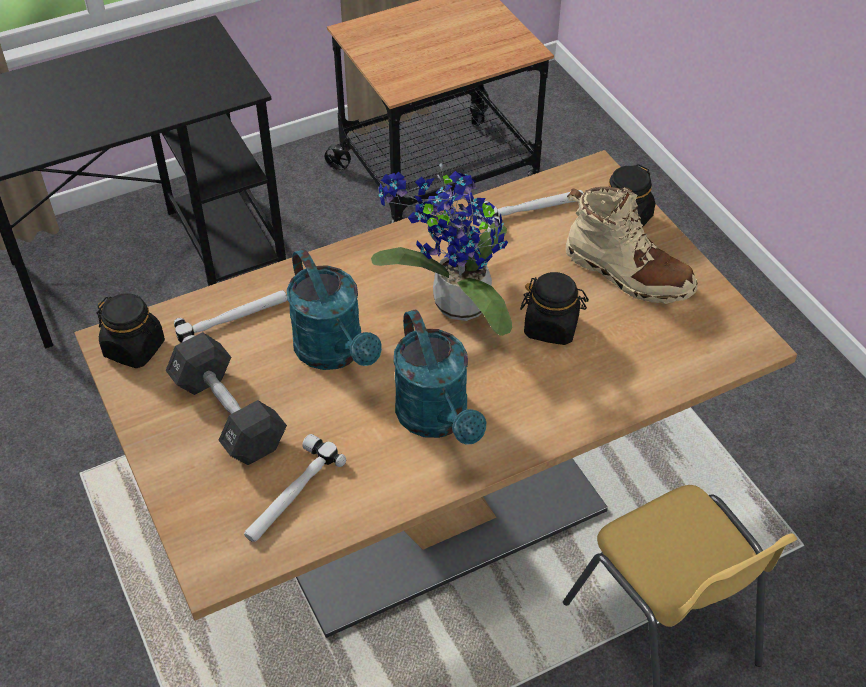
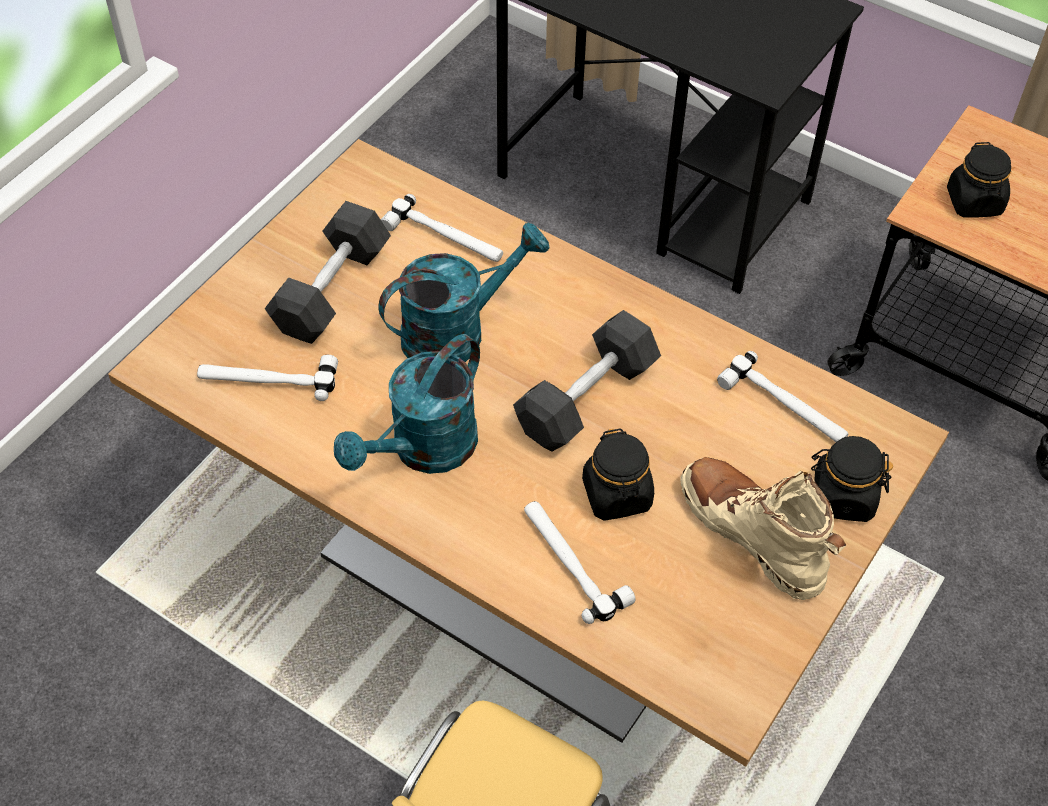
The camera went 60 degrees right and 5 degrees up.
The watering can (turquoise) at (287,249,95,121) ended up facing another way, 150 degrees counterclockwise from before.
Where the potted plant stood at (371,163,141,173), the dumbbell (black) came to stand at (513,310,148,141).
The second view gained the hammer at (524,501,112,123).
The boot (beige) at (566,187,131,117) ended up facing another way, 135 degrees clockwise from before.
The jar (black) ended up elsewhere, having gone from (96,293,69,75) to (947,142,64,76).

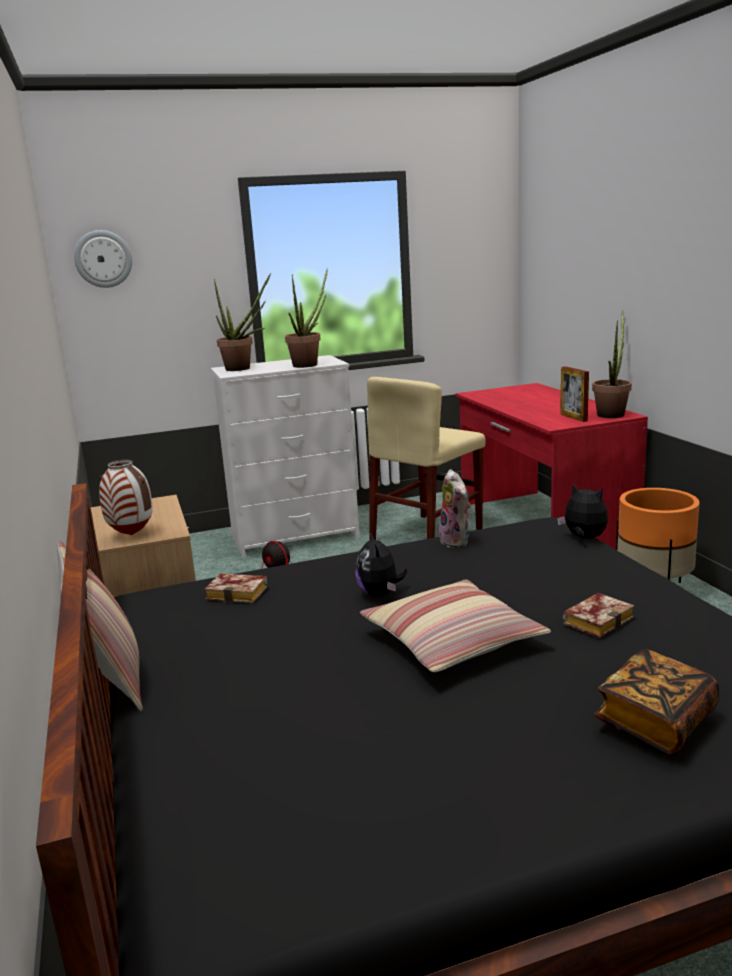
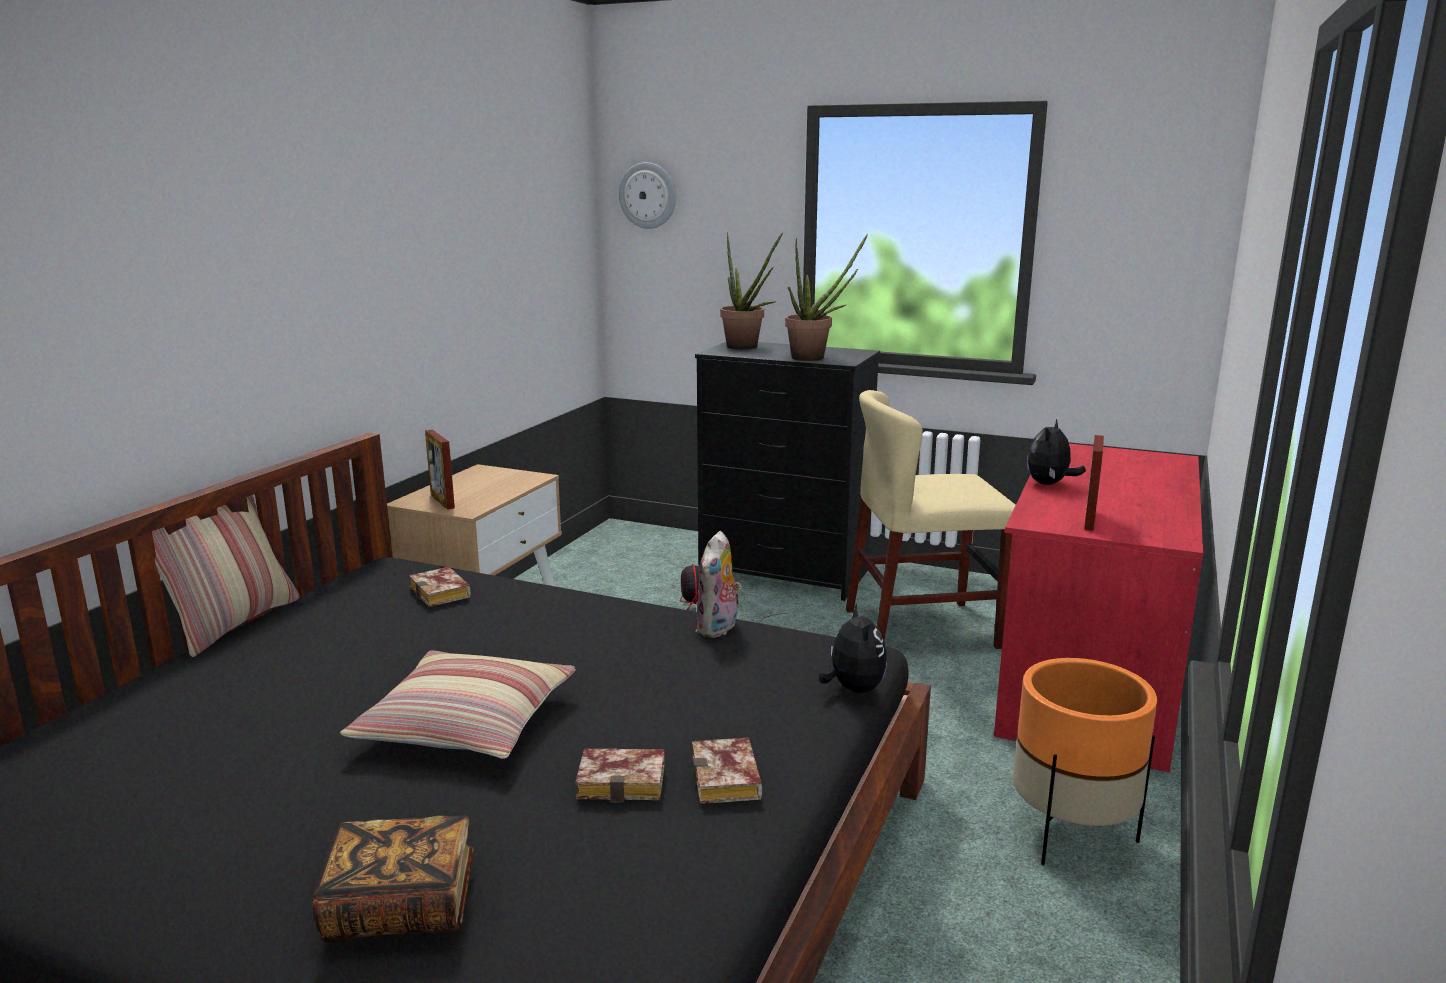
The camera went 40 degrees right and 0 degrees up.
Where the vase stood at (99,459,54,76), the picture frame came to stand at (425,430,30,80).
The second view gained the book at (692,738,70,66).
What was the dresser (white) at (211,355,149,203) turned into the dresser (black) at (695,342,185,259).
The plush toy ended up elsewhere, having gone from (355,531,52,66) to (1027,419,59,66).
The second view lost the potted plant at (592,311,40,107).

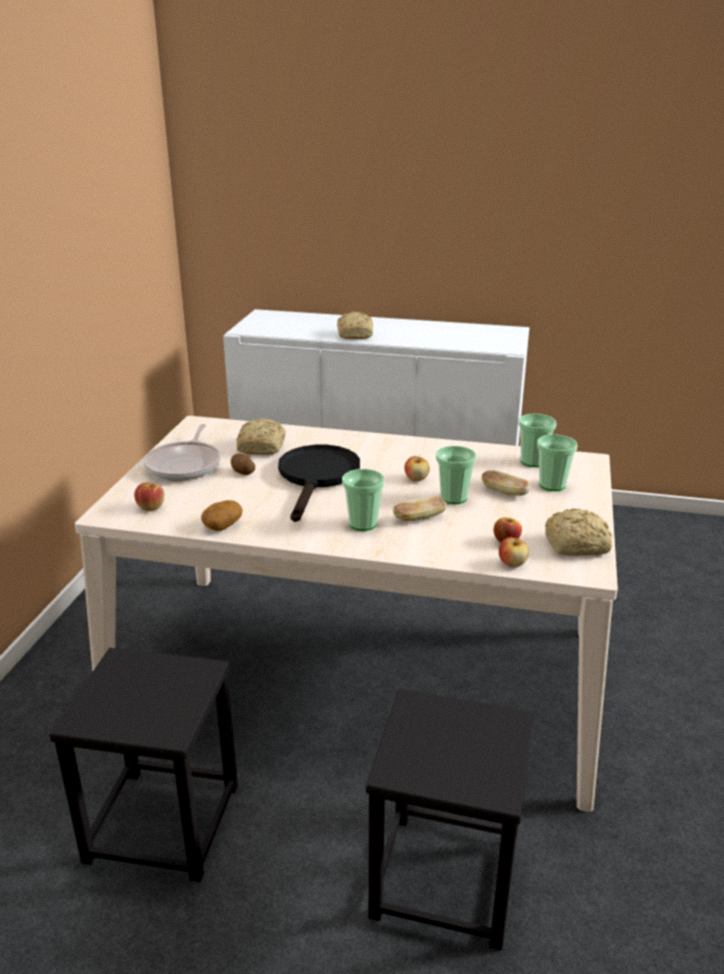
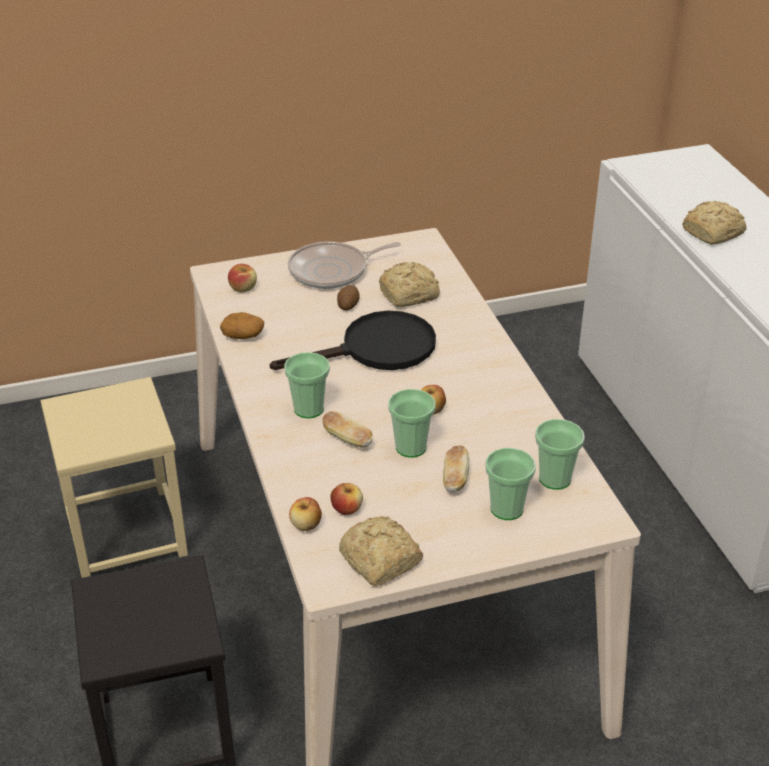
The camera went 60 degrees right and 10 degrees up.
What was the stool (black) at (49,648,189,234) turned into the stool (beige) at (41,377,147,201).

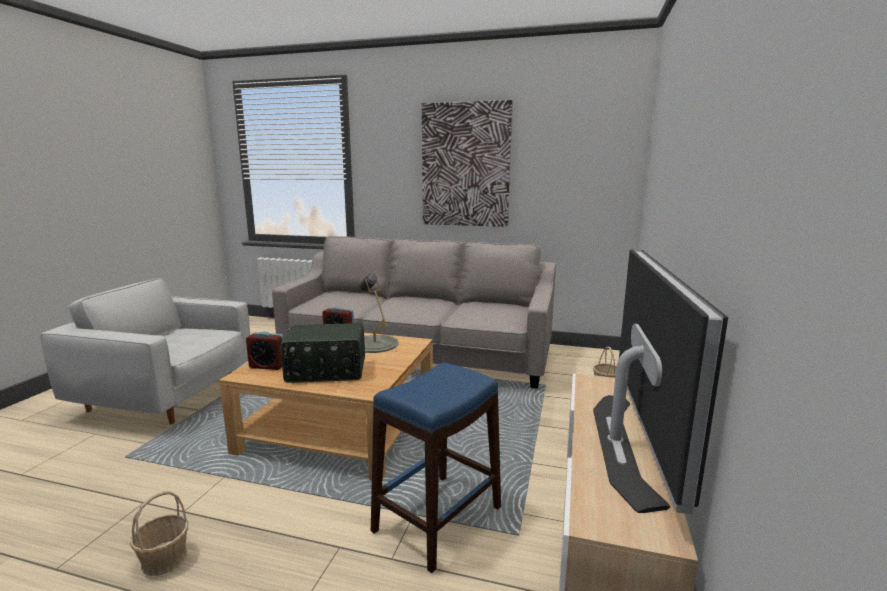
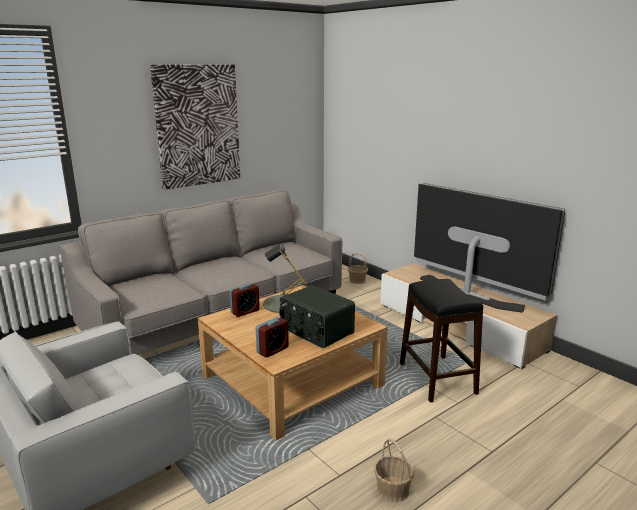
The camera went 55 degrees left and 5 degrees up.
The radio at (280,323,85,60) ended up facing another way, 105 degrees clockwise from before.
What was the stool (blue) at (371,363,130,210) turned into the stool (black) at (400,279,83,124).

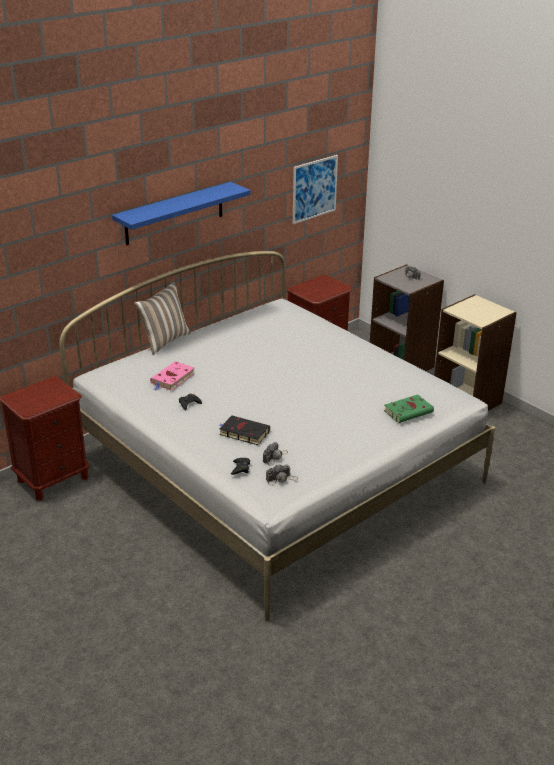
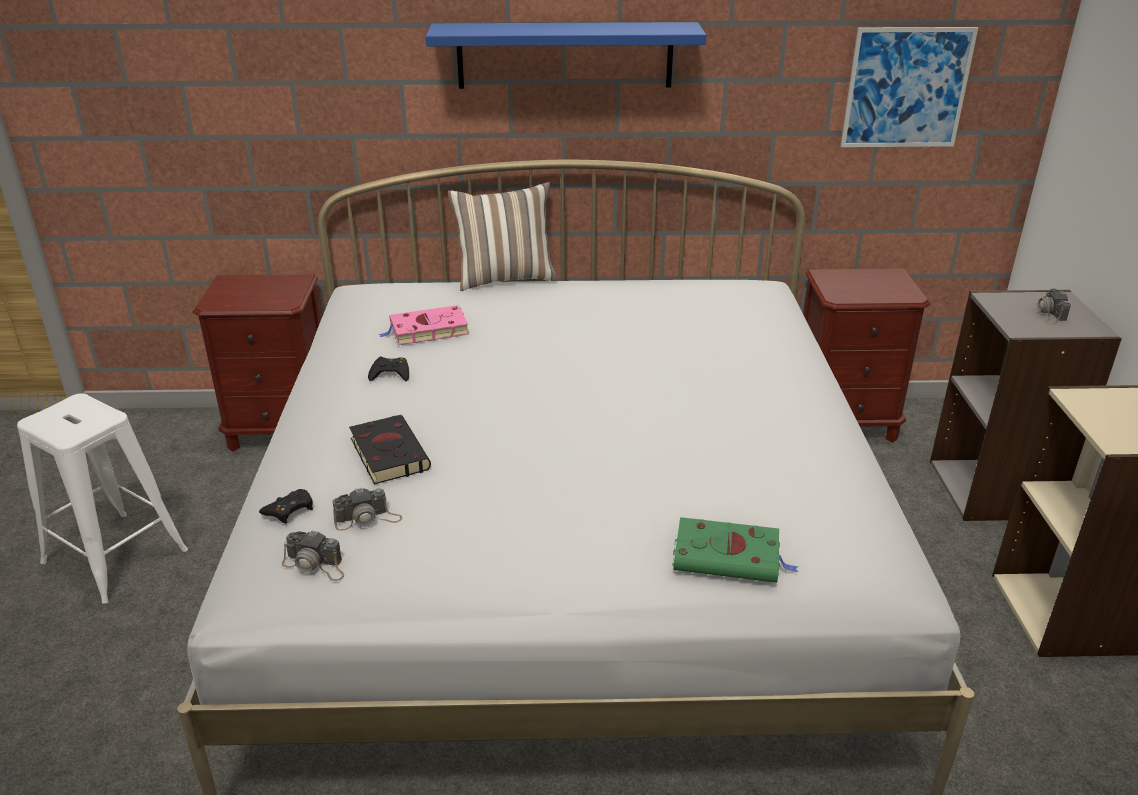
The camera went 40 degrees right and 0 degrees up.
The second view gained the stool (white) at (17,393,171,211).

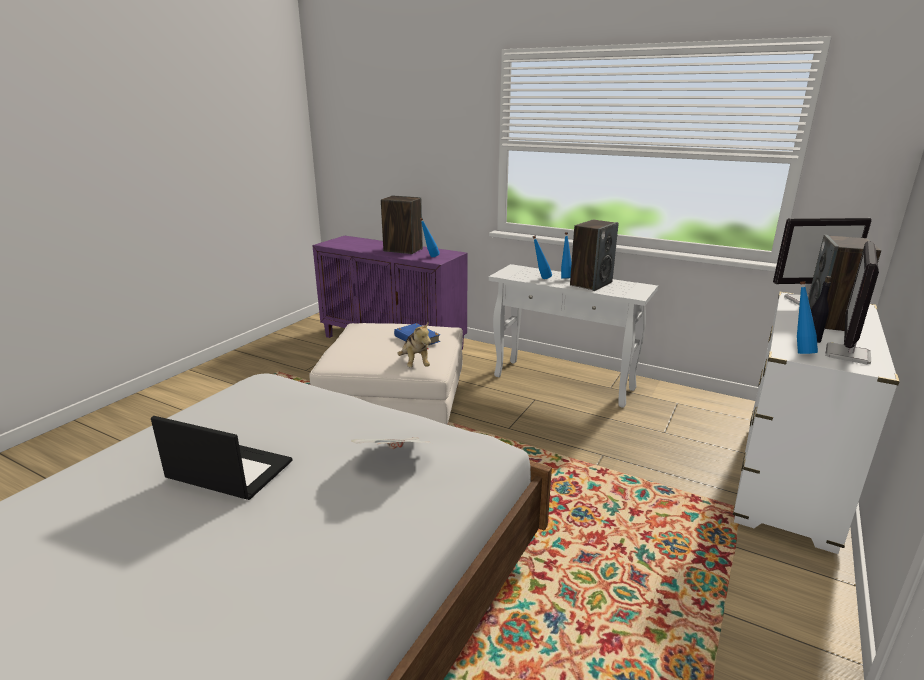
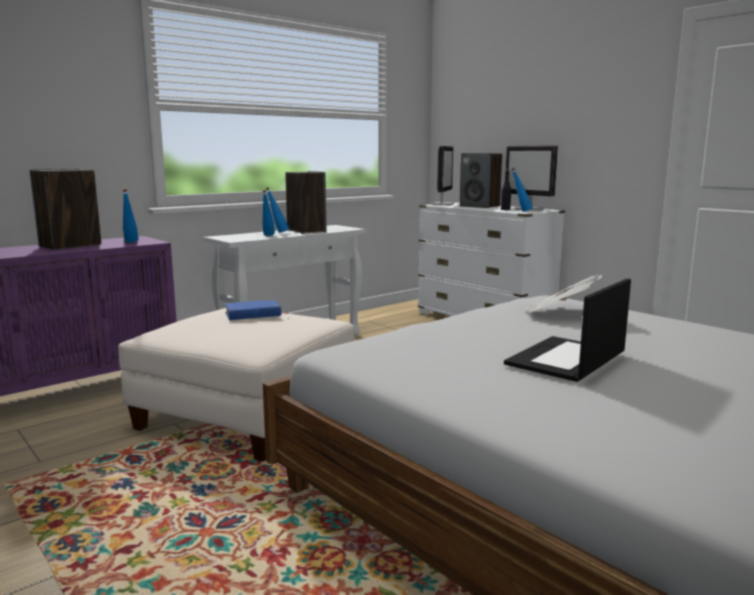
The camera went 70 degrees left and 10 degrees down.
The second view lost the plush toy at (397,321,34,46).

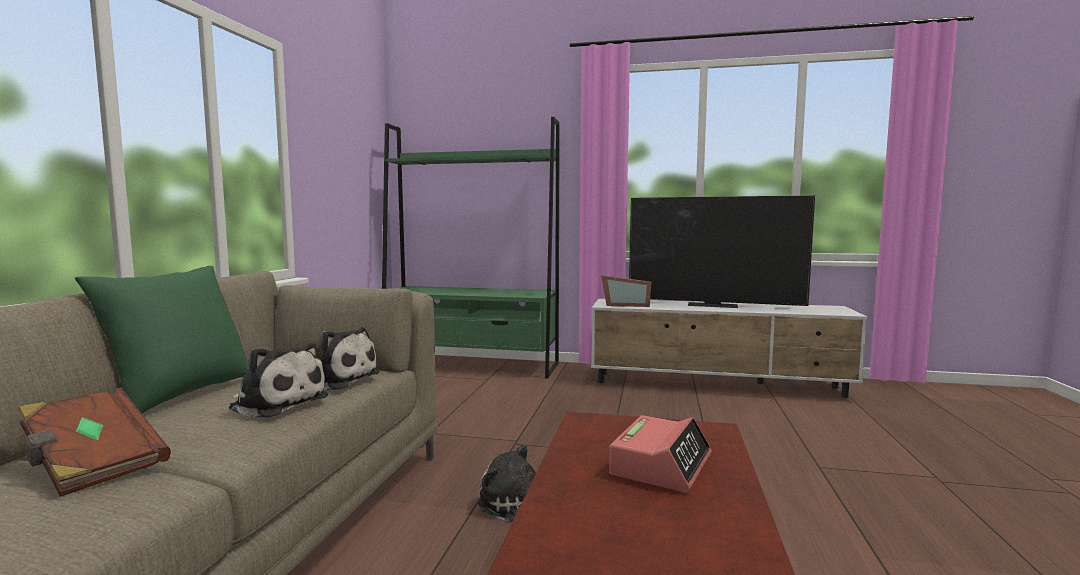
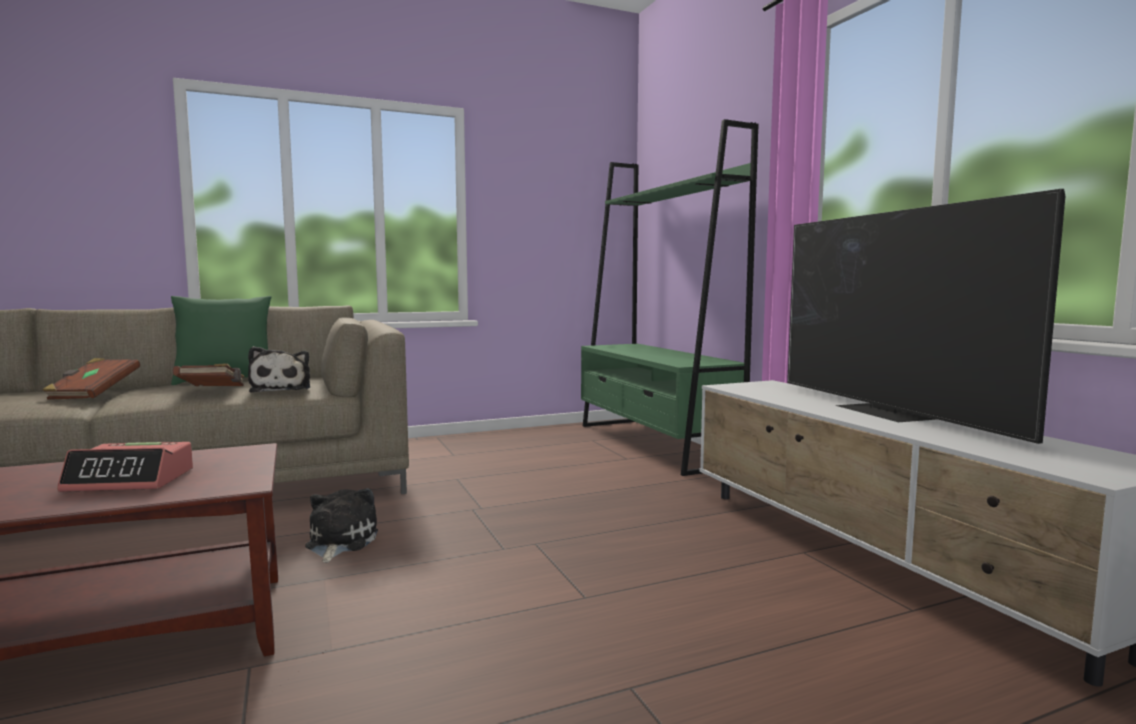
The camera went 55 degrees right and 0 degrees up.
Where the plush toy stood at (229,343,99,75), the book (brown) came to stand at (173,363,72,23).
The second view lost the picture frame at (601,275,51,32).

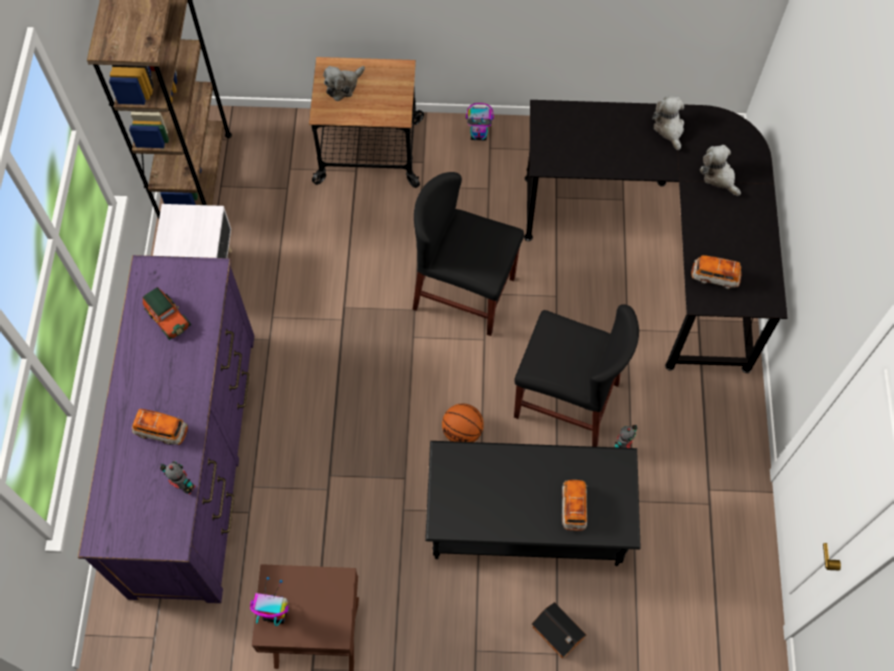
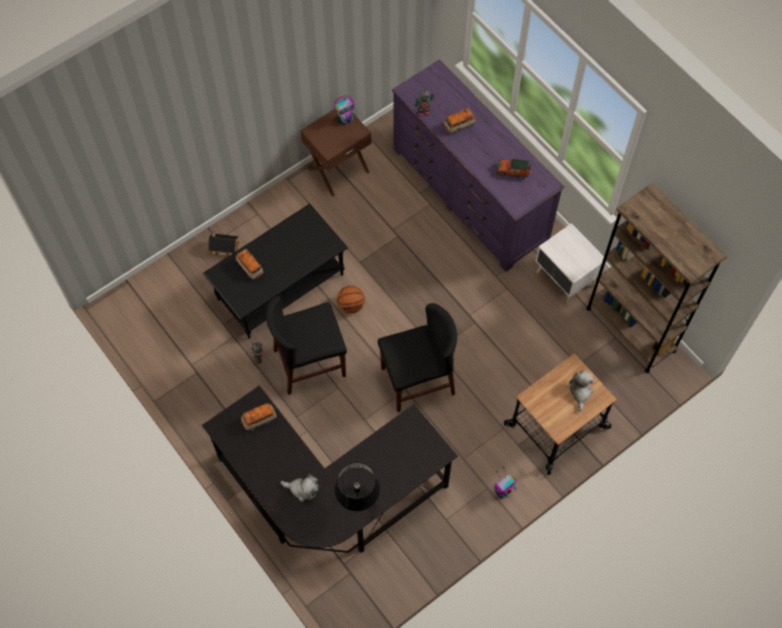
The camera went 140 degrees right and 0 degrees up.
Where the plush toy stood at (652,96,32,54), the table lamp (black) came to stand at (334,462,46,49).

